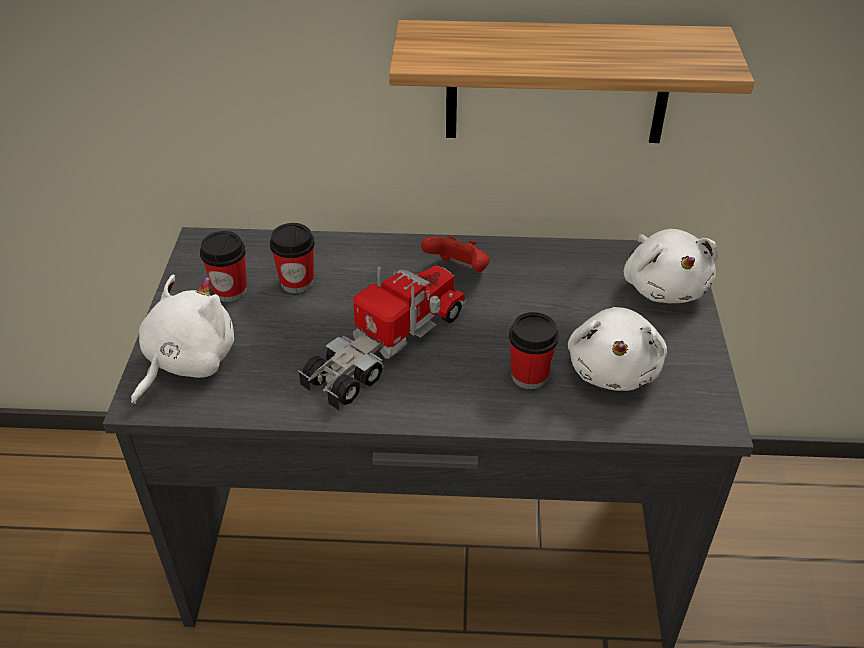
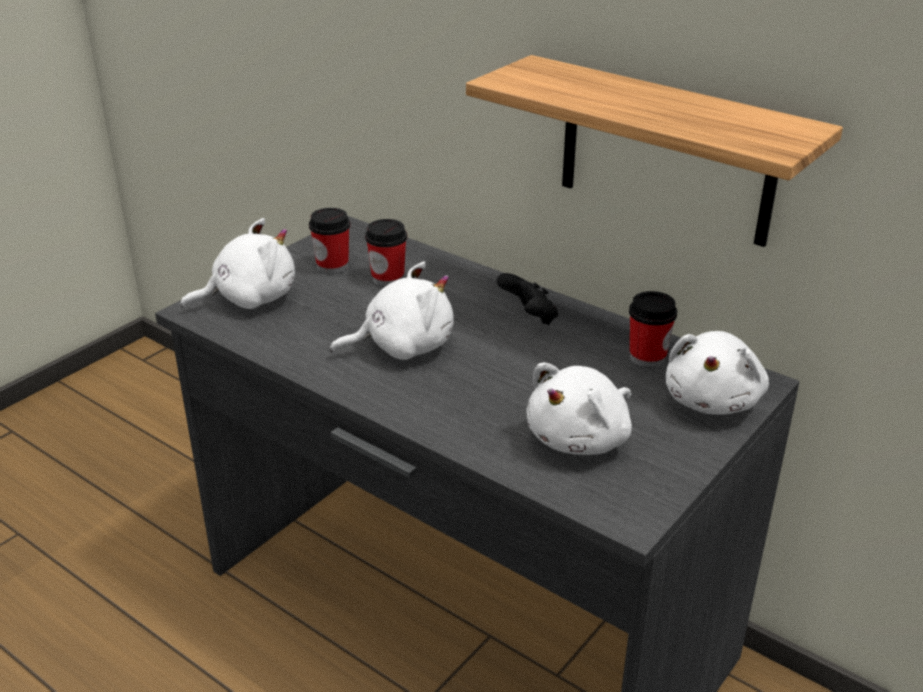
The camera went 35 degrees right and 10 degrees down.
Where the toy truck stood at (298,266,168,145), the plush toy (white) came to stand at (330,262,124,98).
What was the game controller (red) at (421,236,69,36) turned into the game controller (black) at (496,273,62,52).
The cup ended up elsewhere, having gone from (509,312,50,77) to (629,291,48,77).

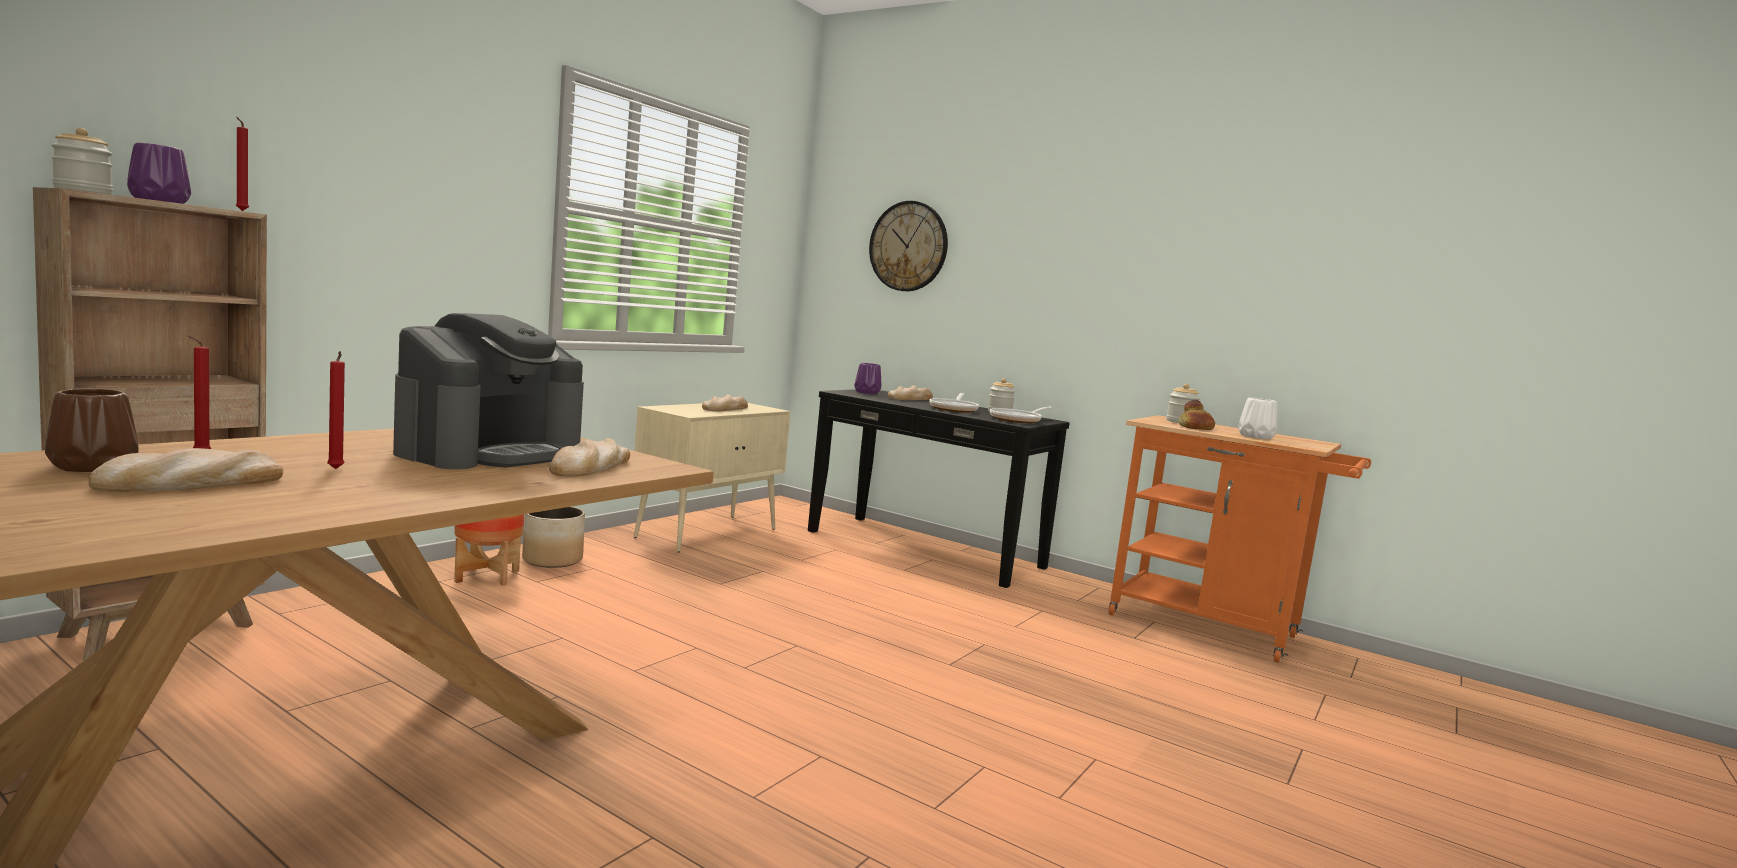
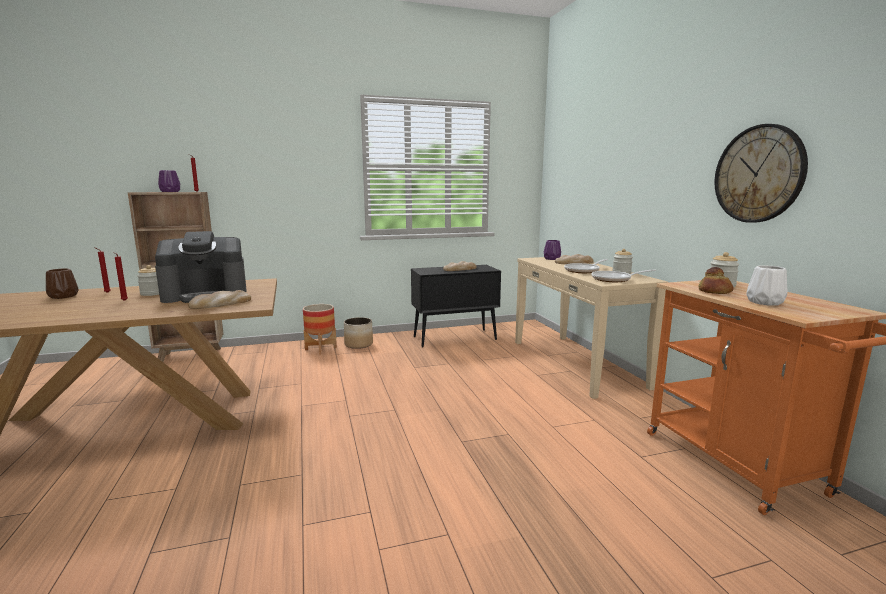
The camera went 40 degrees right and 5 degrees up.
The jar ended up elsewhere, having gone from (51,128,62,67) to (137,265,22,31).
What was the cabinet (beige) at (634,403,156,149) turned into the cabinet (black) at (411,265,90,83).
What was the console table (black) at (808,389,261,199) turned into the console table (beige) at (515,257,153,142).
The wall clock ended up elsewhere, having gone from (869,201,79,90) to (714,124,94,99).
The second view lost the bread at (89,448,194,44).

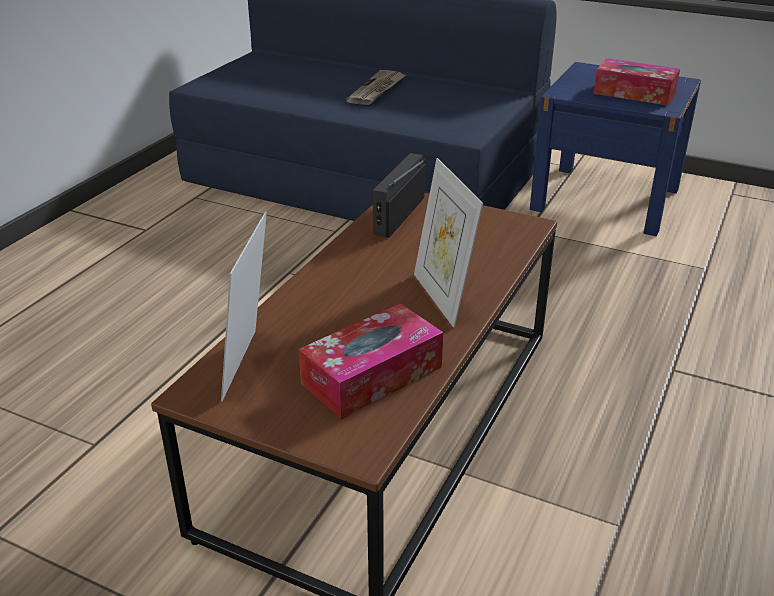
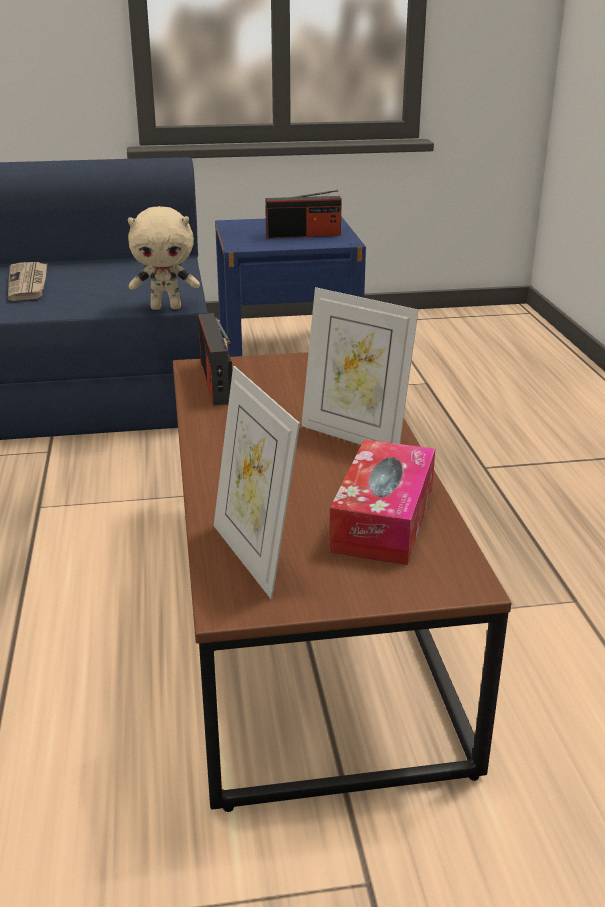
The camera went 35 degrees left and 5 degrees down.
The second view gained the plush toy (beige) at (128,206,72,104).
Where the tissue box stood at (593,58,87,48), the radio came to stand at (265,190,77,48).

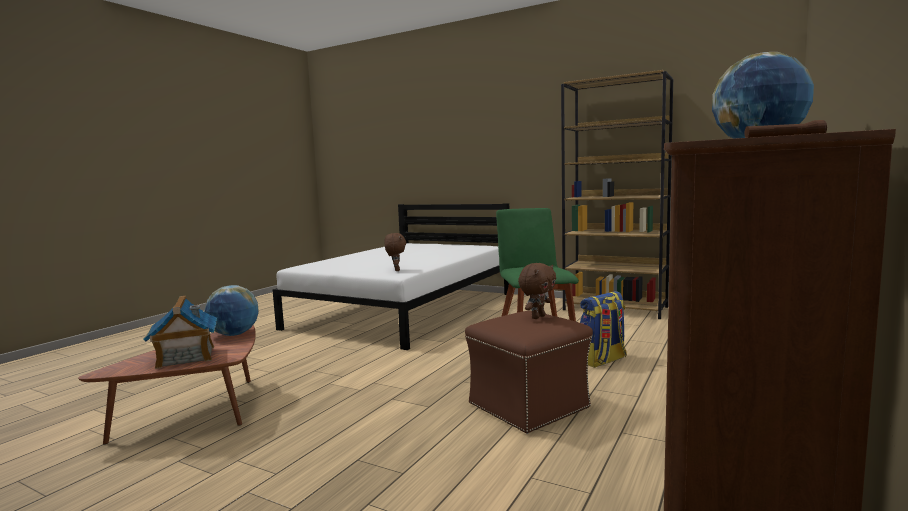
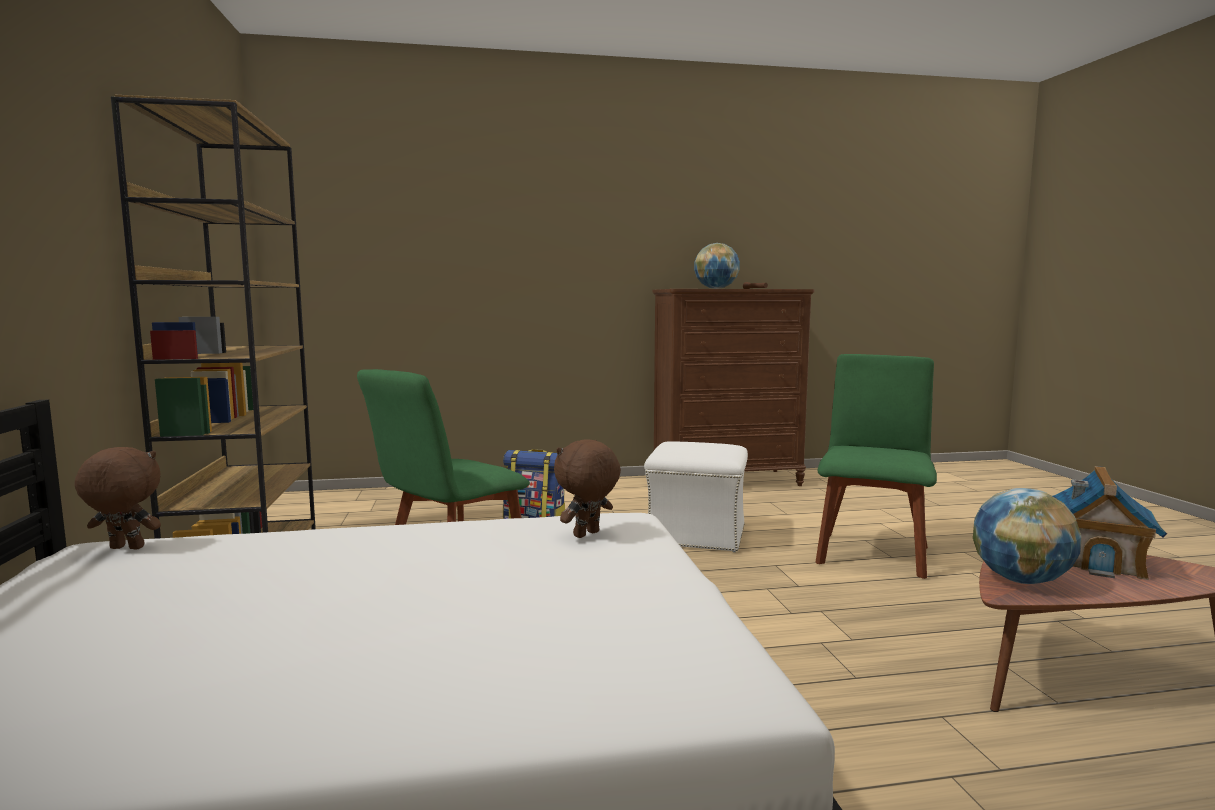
The camera went 130 degrees left and 0 degrees up.
The plush toy (brown) ended up elsewhere, having gone from (518,263,38,56) to (74,447,87,102).
What was the ottoman (brown) at (465,311,128,123) turned into the ottoman (white) at (644,442,104,110).
The second view gained the chair (green) at (815,354,122,225).

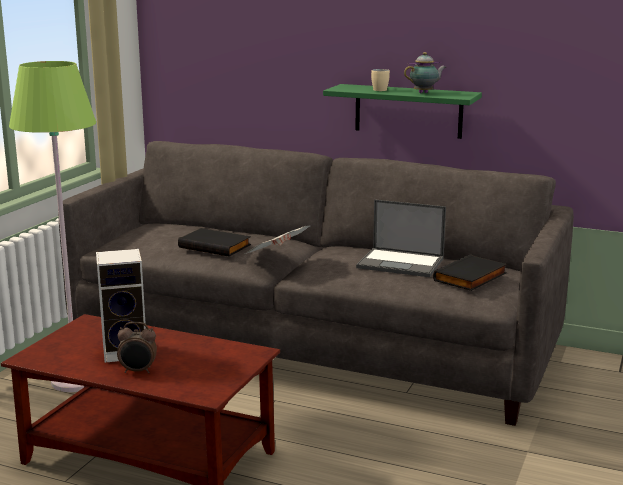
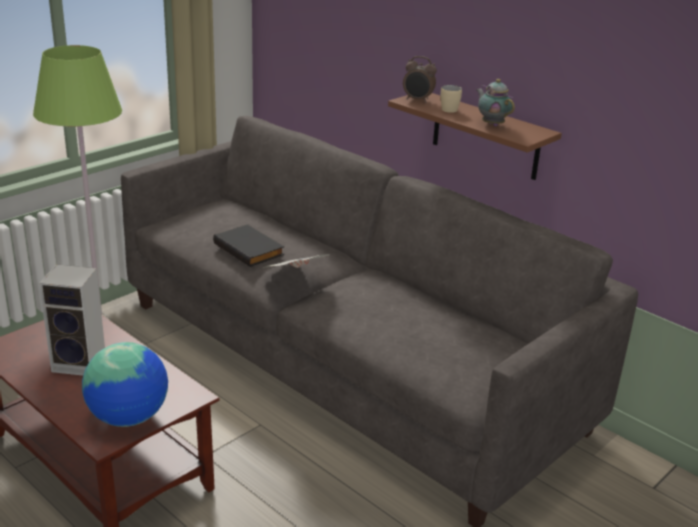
The camera went 20 degrees right and 10 degrees up.
The second view gained the globe at (82,342,86,85).
What was the shelf (green) at (323,84,159,55) turned into the shelf (brown) at (388,93,174,87).
The alarm clock ended up elsewhere, having gone from (117,322,40,51) to (403,56,34,47).
The teapot at (404,52,42,41) ended up facing another way, 120 degrees counterclockwise from before.
The second view lost the laptop at (356,199,90,78).
The second view lost the book (black) at (433,254,74,37).

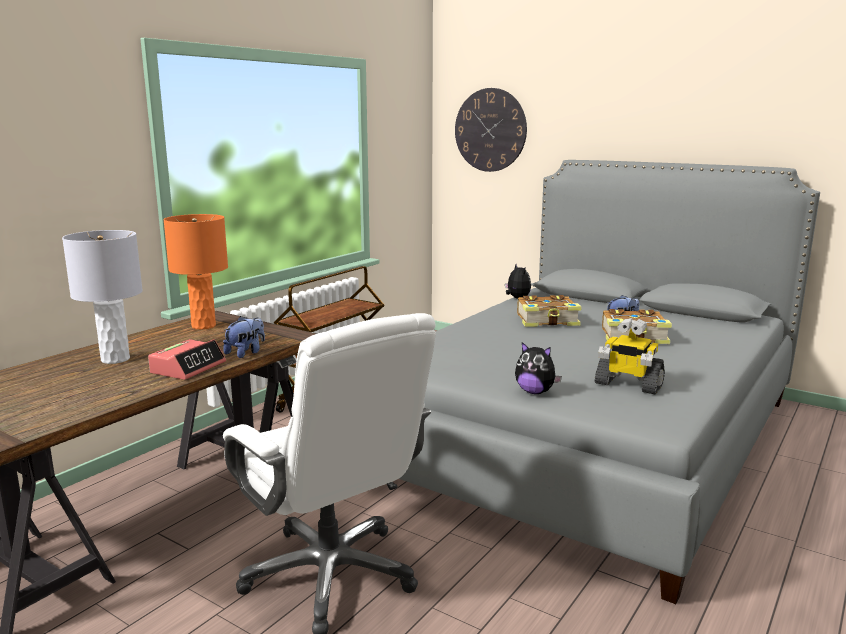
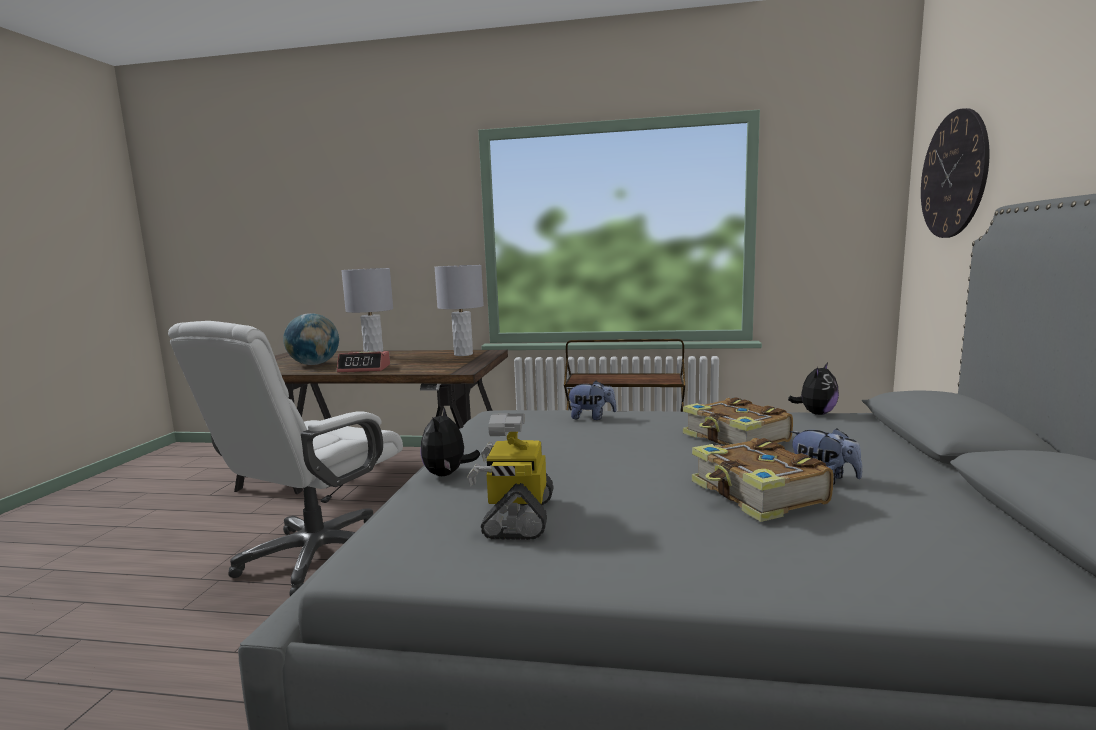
The camera went 65 degrees right and 5 degrees down.
The second view gained the globe at (283,313,56,52).
What was the table lamp (orange) at (163,214,65,115) turned into the table lamp (grey) at (434,265,50,91).
The plush toy ended up elsewhere, having gone from (223,316,42,42) to (566,381,51,39).

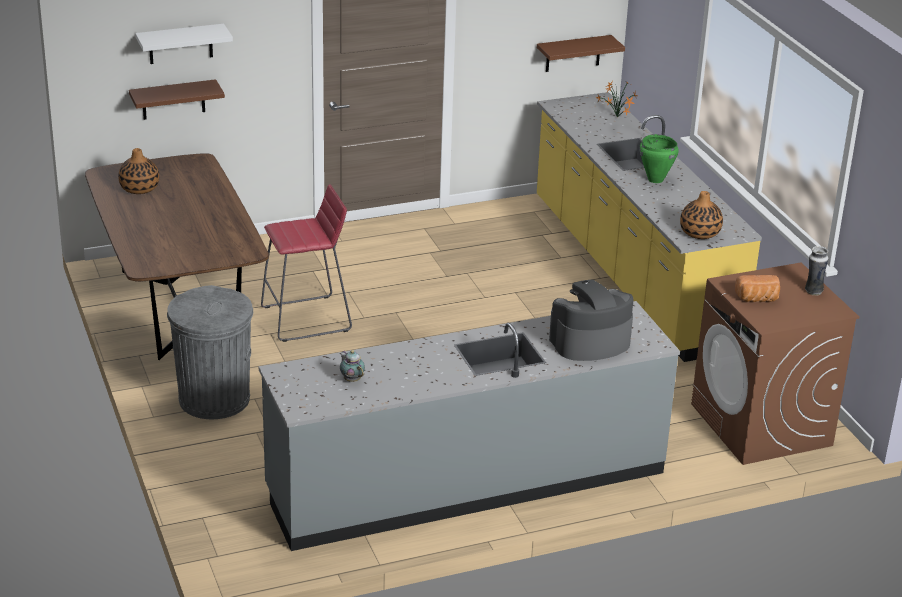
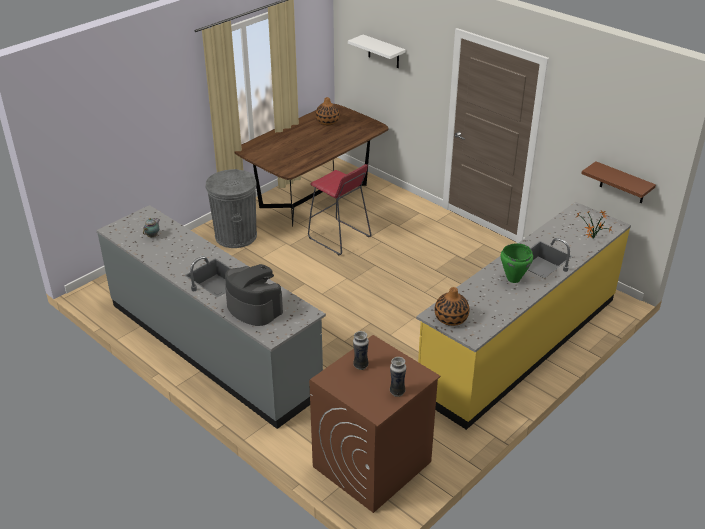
The camera went 65 degrees right and 5 degrees up.
Where the bread stood at (735,275,45,27), the vase came to stand at (353,331,16,39).
The second view lost the shelf (brown) at (129,79,96,41).

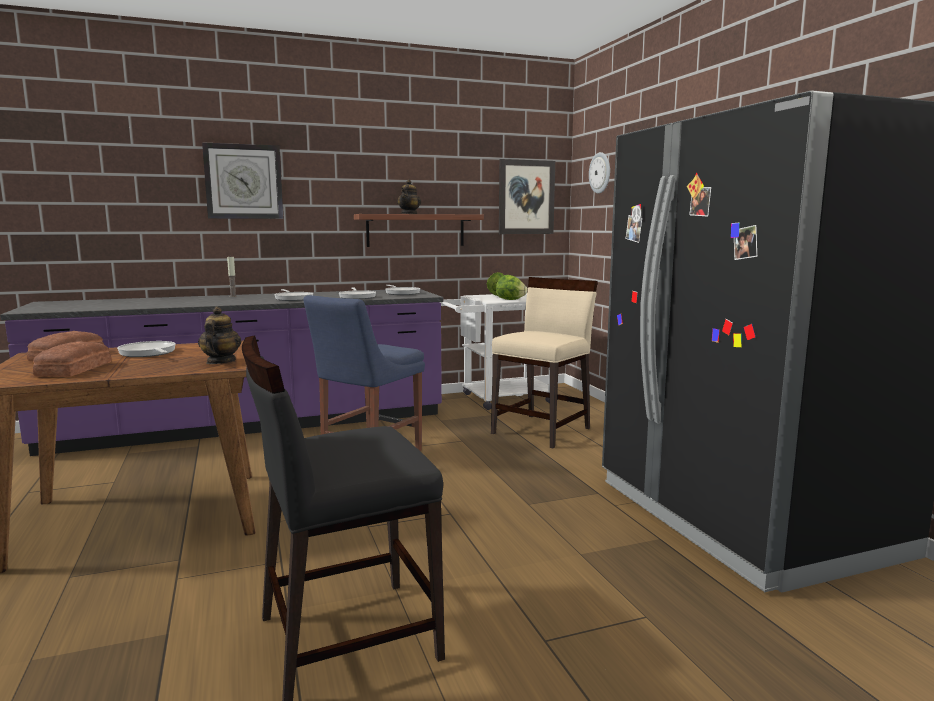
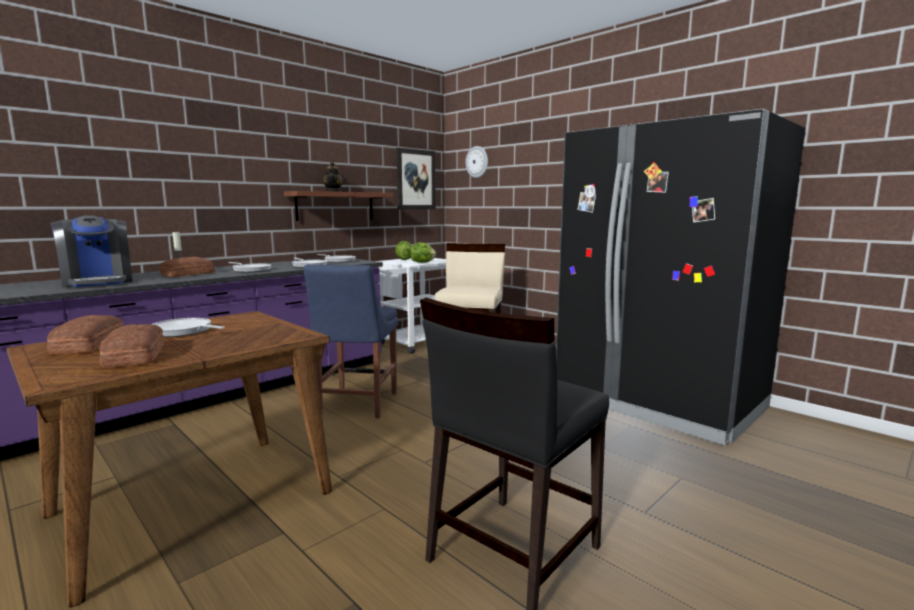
The camera went 25 degrees left and 0 degrees up.
The second view gained the coffee machine at (50,215,83,72).
The second view gained the bread at (160,257,55,20).
The second view lost the teapot at (198,307,43,57).
The second view lost the wall clock at (202,142,82,77).

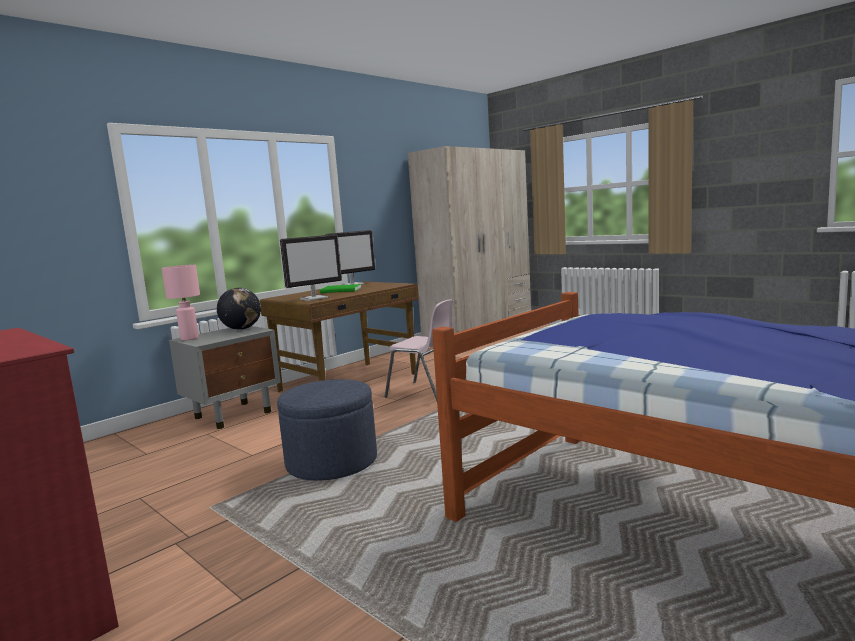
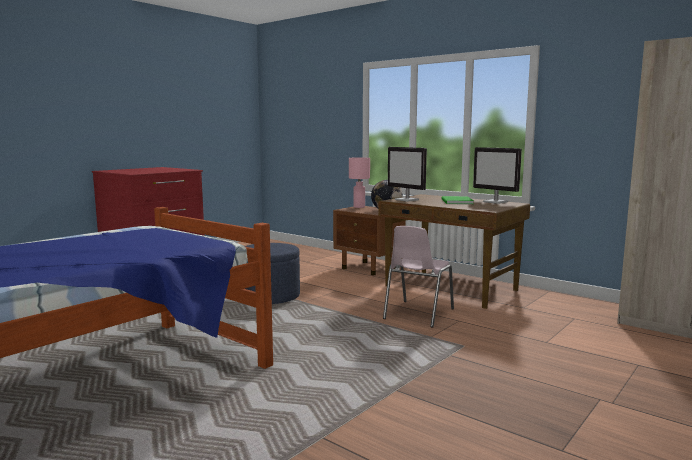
The camera went 85 degrees right and 0 degrees up.
What was the nightstand (grey) at (169,326,112,103) turned into the nightstand (brown) at (333,206,73,70).

